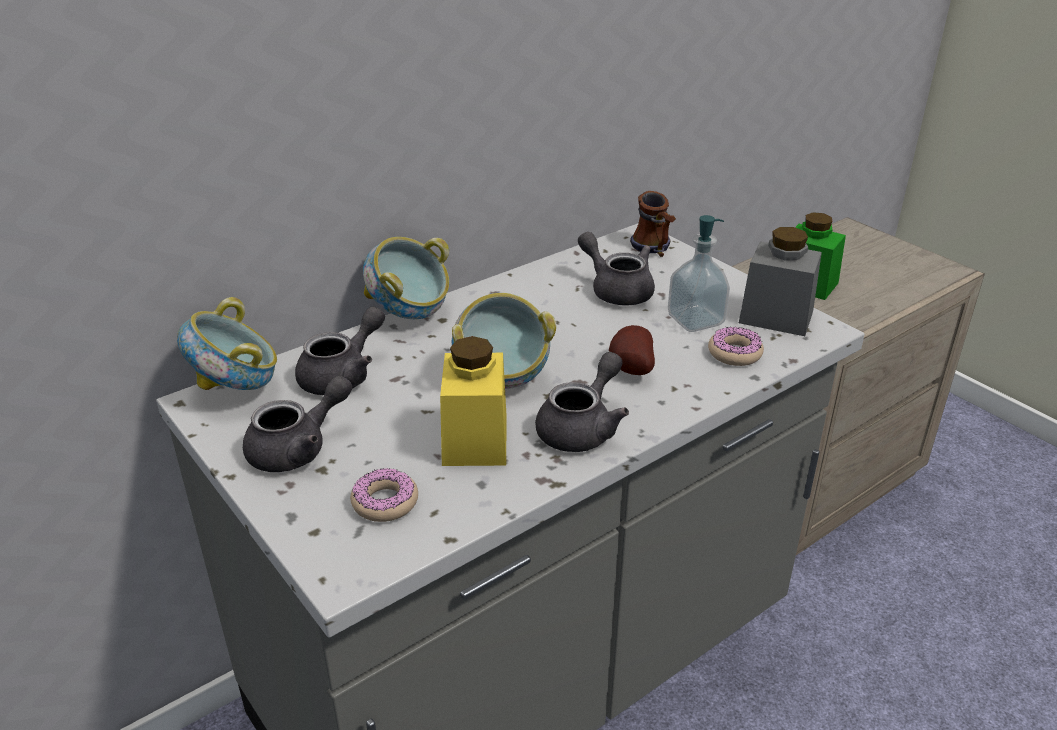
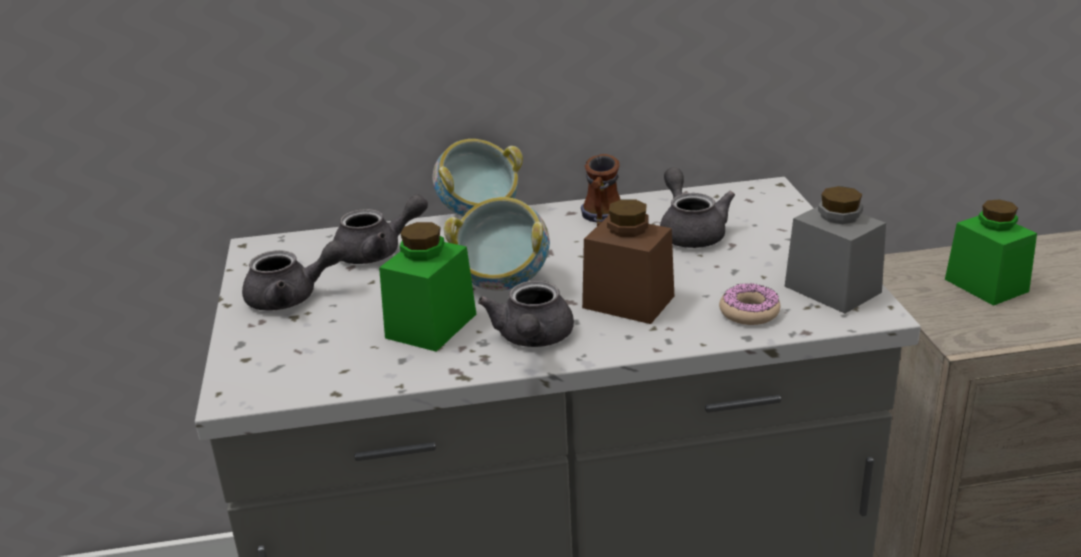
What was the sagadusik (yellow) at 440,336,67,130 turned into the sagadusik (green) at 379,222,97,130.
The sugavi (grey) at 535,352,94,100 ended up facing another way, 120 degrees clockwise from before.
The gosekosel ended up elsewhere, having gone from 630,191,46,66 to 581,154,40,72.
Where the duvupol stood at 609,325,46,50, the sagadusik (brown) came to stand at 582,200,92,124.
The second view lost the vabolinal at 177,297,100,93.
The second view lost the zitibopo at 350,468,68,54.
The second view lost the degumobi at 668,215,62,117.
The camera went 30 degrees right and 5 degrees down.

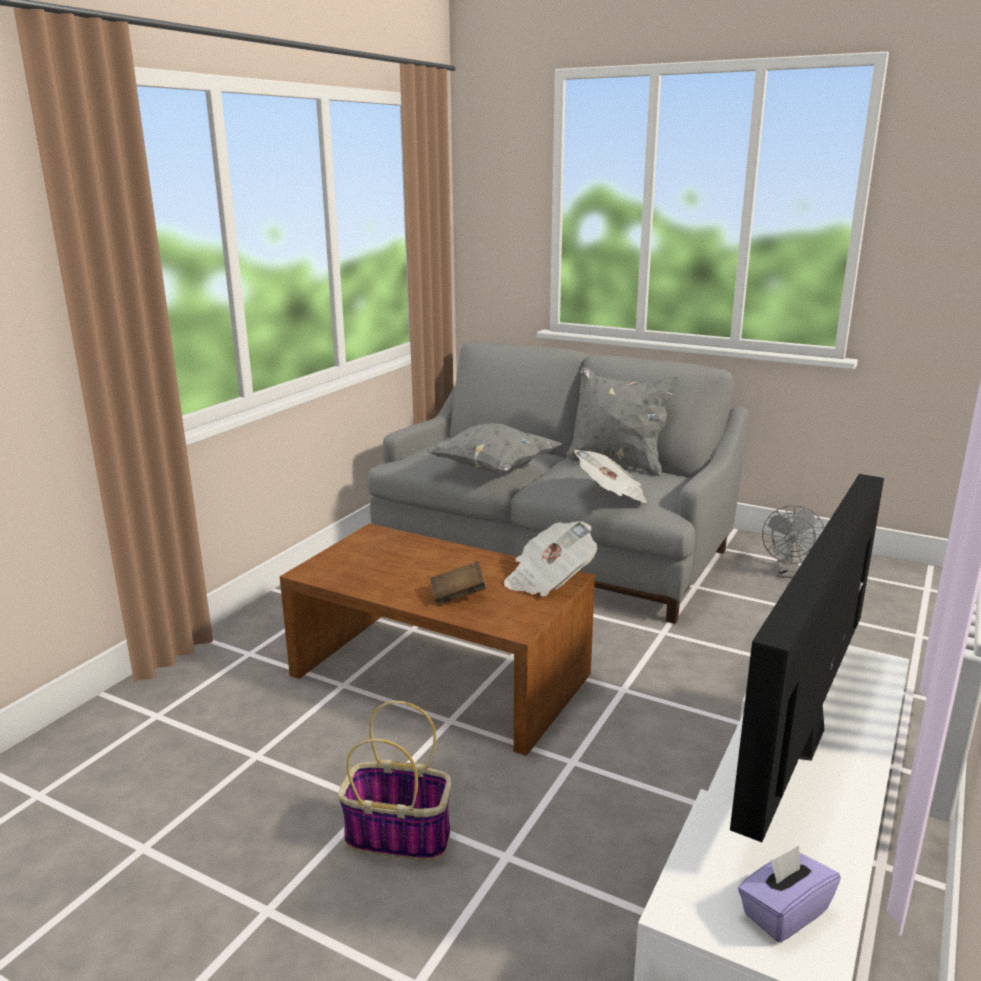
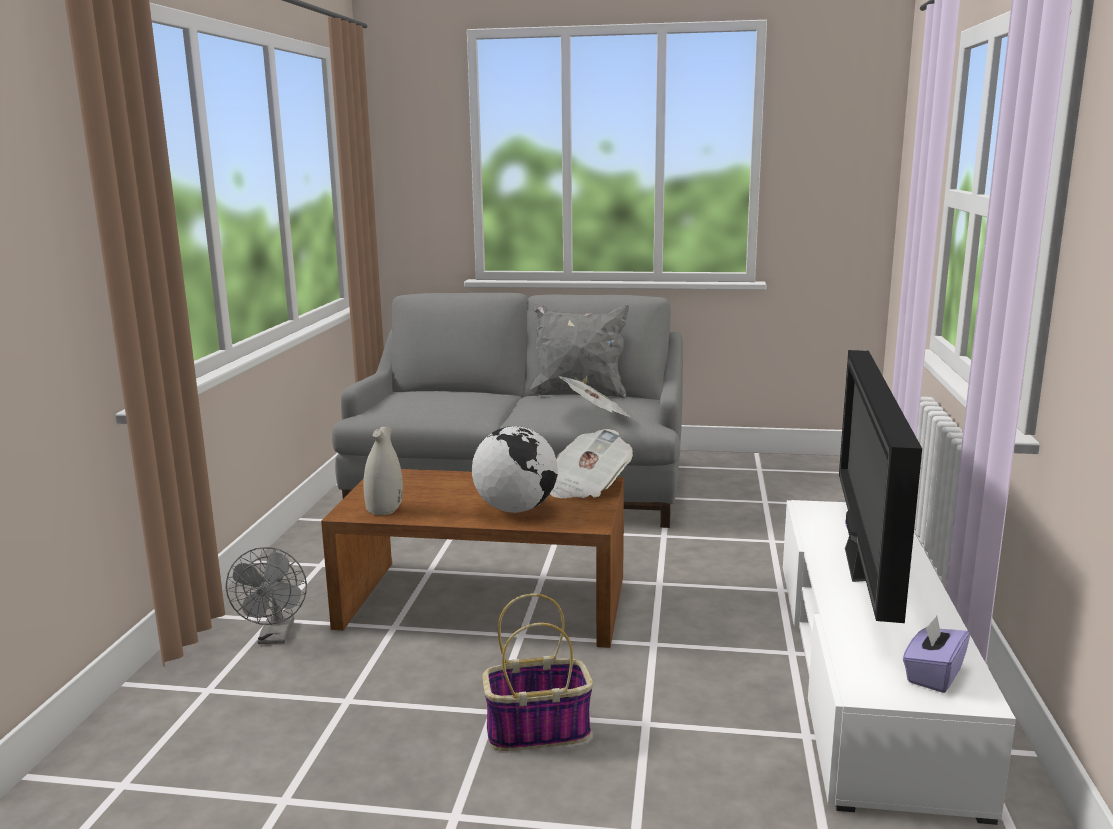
The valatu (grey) ended up elsewhere, having gone from 762,505,62,73 to 226,547,81,97.
The second view gained the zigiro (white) at 363,427,40,88.
Where the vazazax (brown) stood at 430,561,57,44, the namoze came to stand at 472,426,86,87.
The second view lost the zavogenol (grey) at 425,423,137,51.
The camera went 20 degrees left and 5 degrees down.

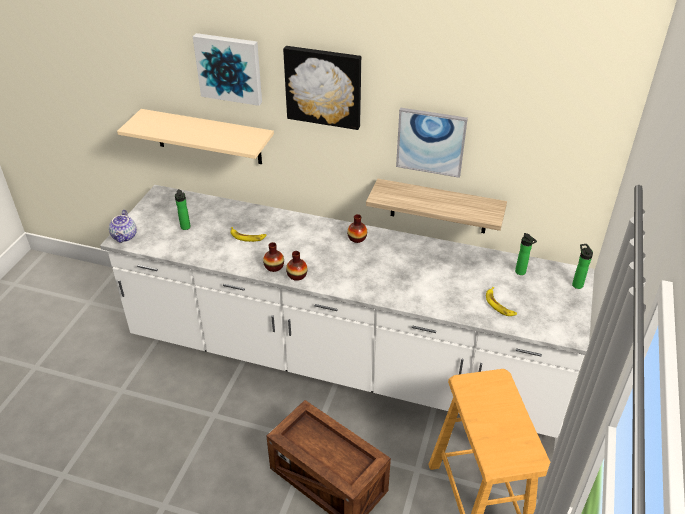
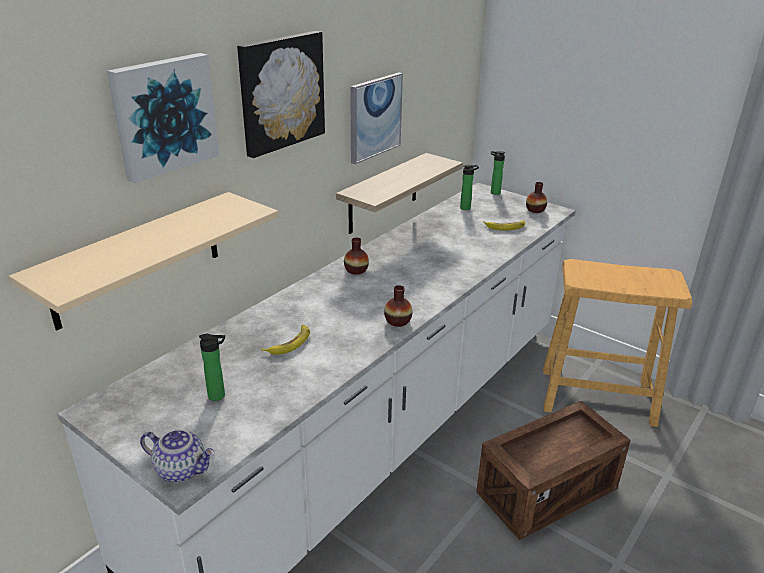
The zigiro ended up elsewhere, having gone from 263,242,21,30 to 526,182,21,31.
The camera went 70 degrees left and 10 degrees down.

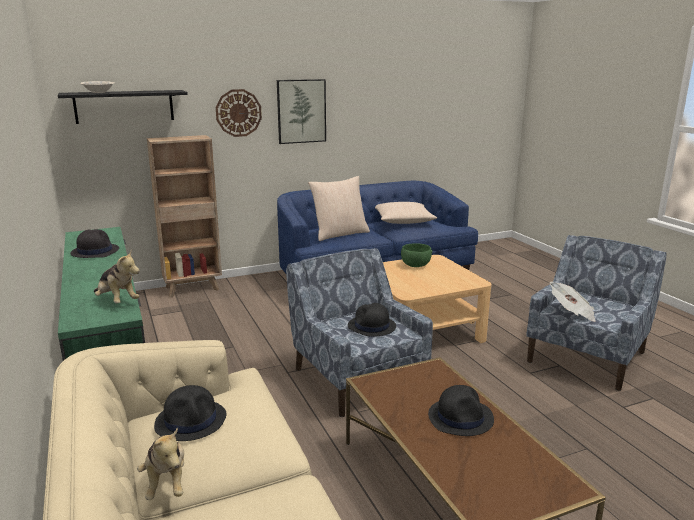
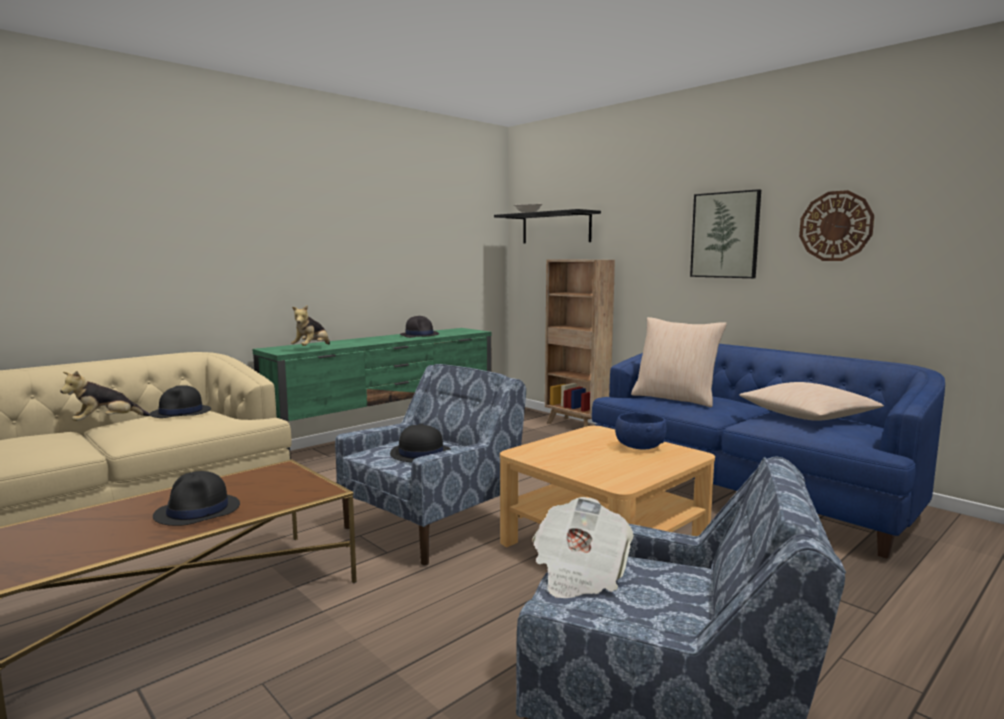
What was the vabolinal (green) at 401,243,32,24 turned into the vabolinal (blue) at 615,413,52,36.
The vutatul ended up elsewhere, having gone from 216,89,46,48 to 799,190,75,71.
The camera went 70 degrees right and 10 degrees down.

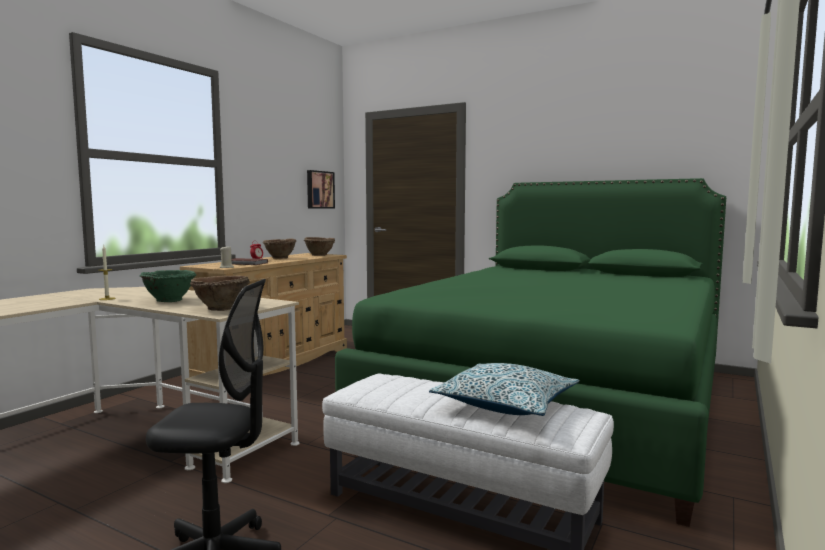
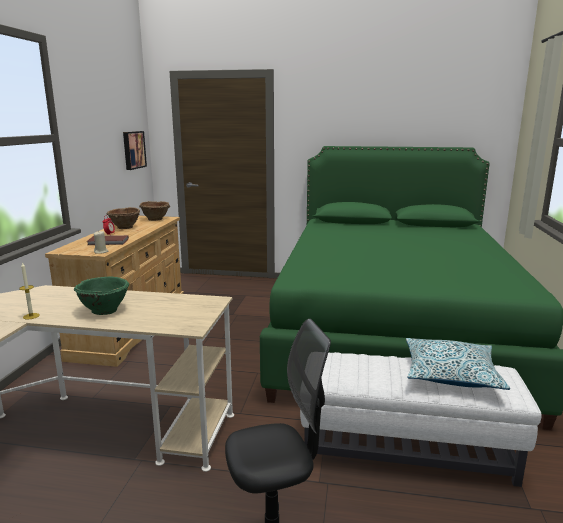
The second view lost the vabolinal (brown) at 190,276,60,35.
The camera went 20 degrees left and 10 degrees up.

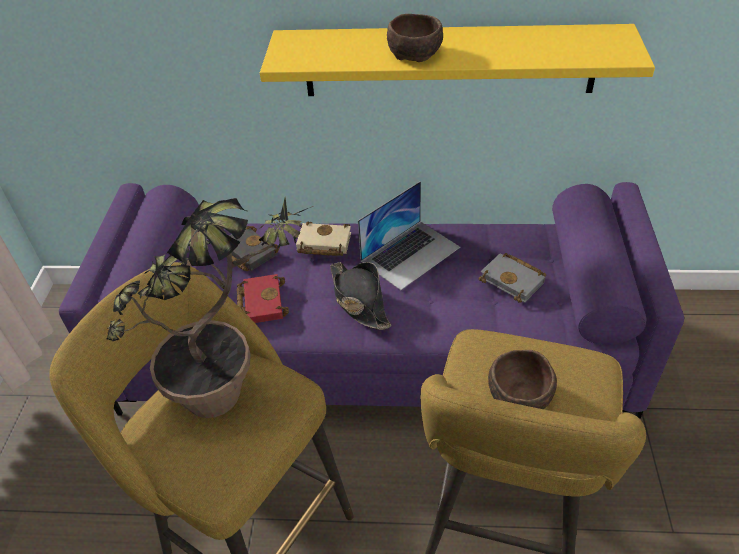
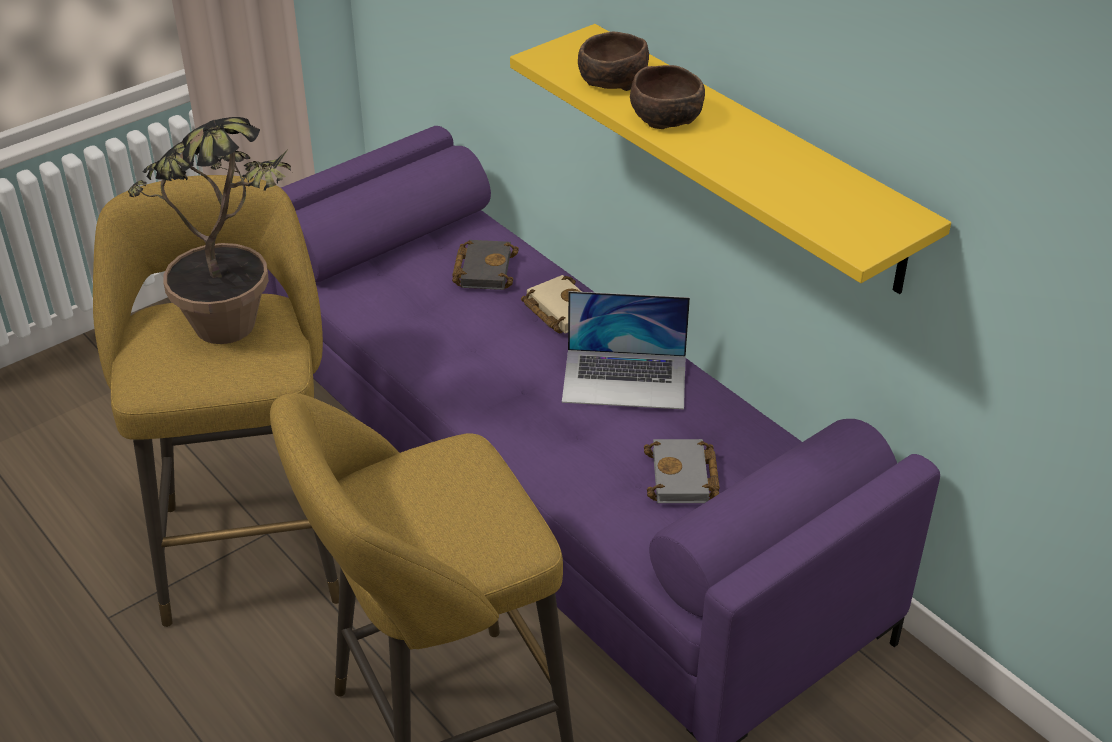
The vabolinal (brown) ended up elsewhere, having gone from 488,350,69,59 to 578,32,71,59.
The second view lost the vazazax (red) at 237,274,52,49.
The second view lost the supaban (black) at 330,262,61,68.
The camera went 45 degrees right and 5 degrees down.

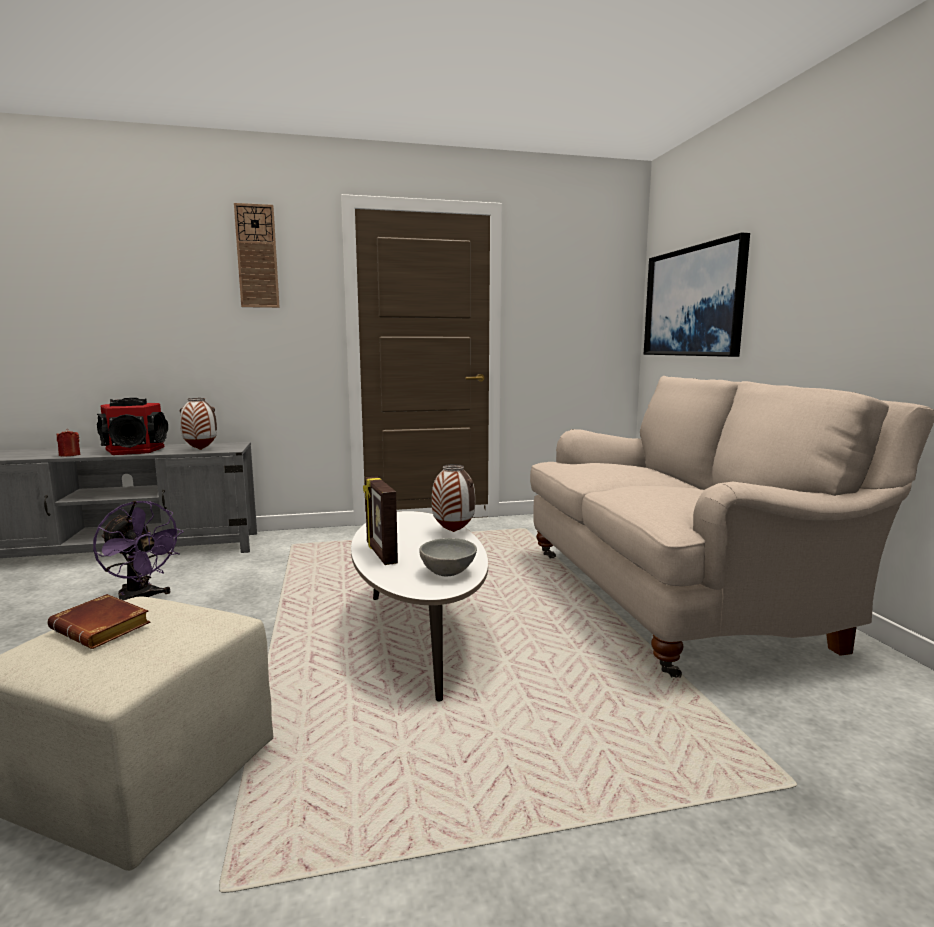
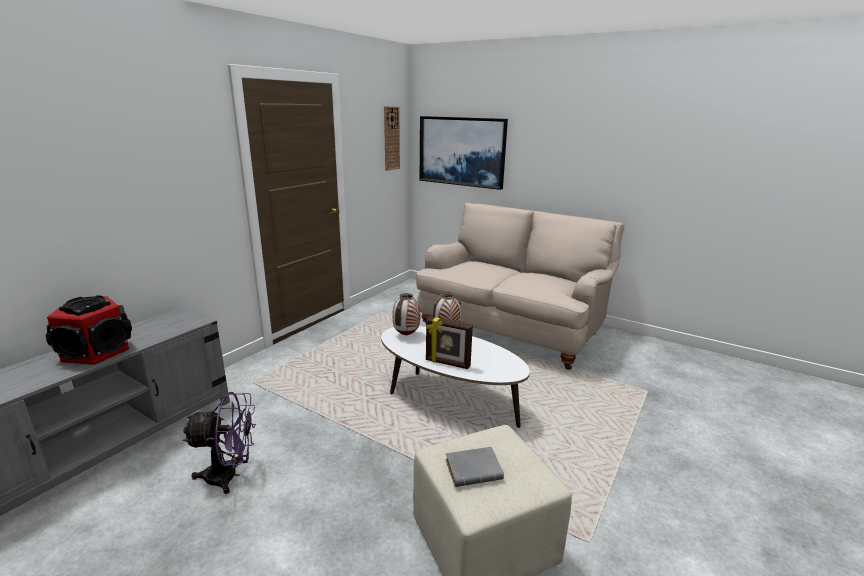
The vutatul ended up elsewhere, having gone from 234,203,46,105 to 384,106,16,65.
The zigiro ended up elsewhere, having gone from 180,398,37,52 to 392,293,28,43.
What was the vazazax (brown) at 47,594,103,55 turned into the vazazax (grey) at 445,447,59,40.
The second view lost the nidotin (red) at 57,429,23,28.
The second view lost the vabolinal (grey) at 420,538,57,38.
The camera went 45 degrees left and 10 degrees up.

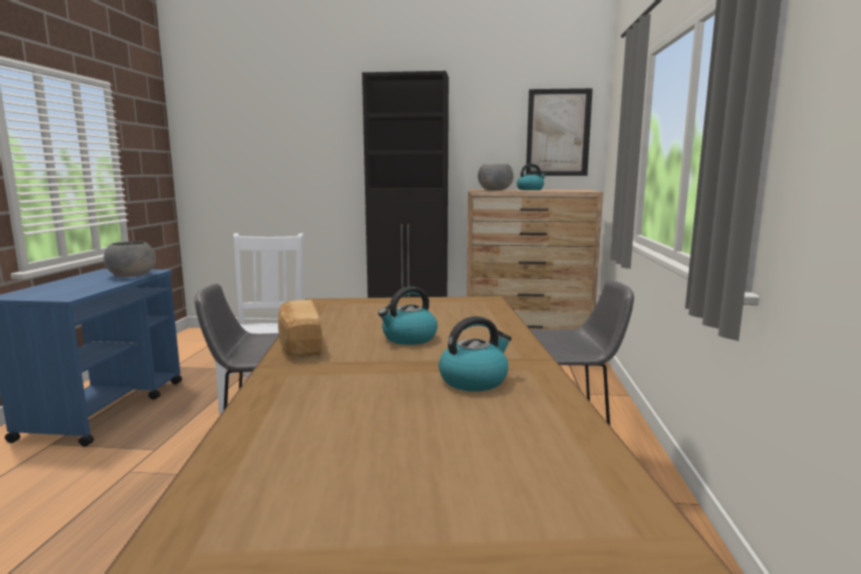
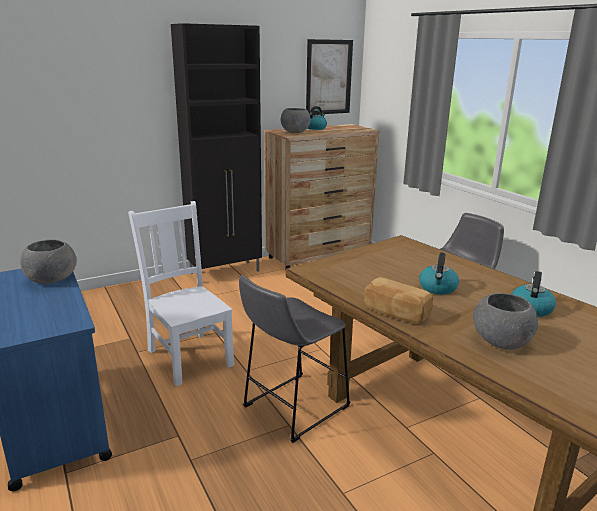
The second view gained the vabolinal (grey) at 473,293,65,57.
The camera went 35 degrees left and 10 degrees up.

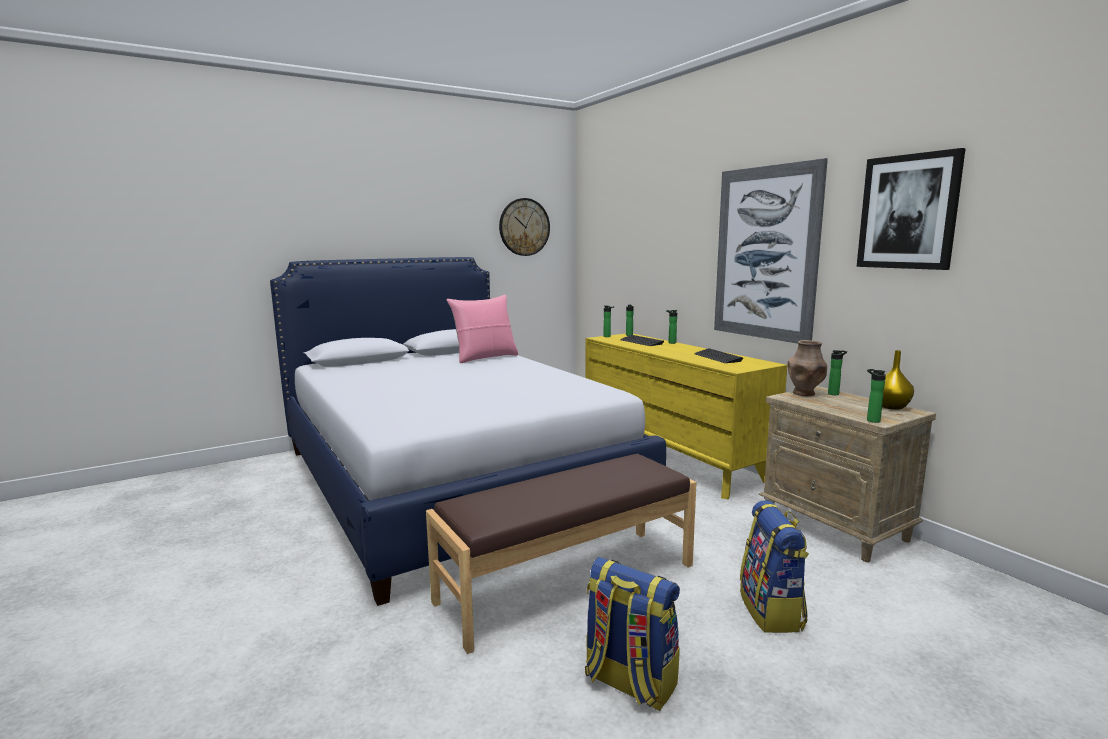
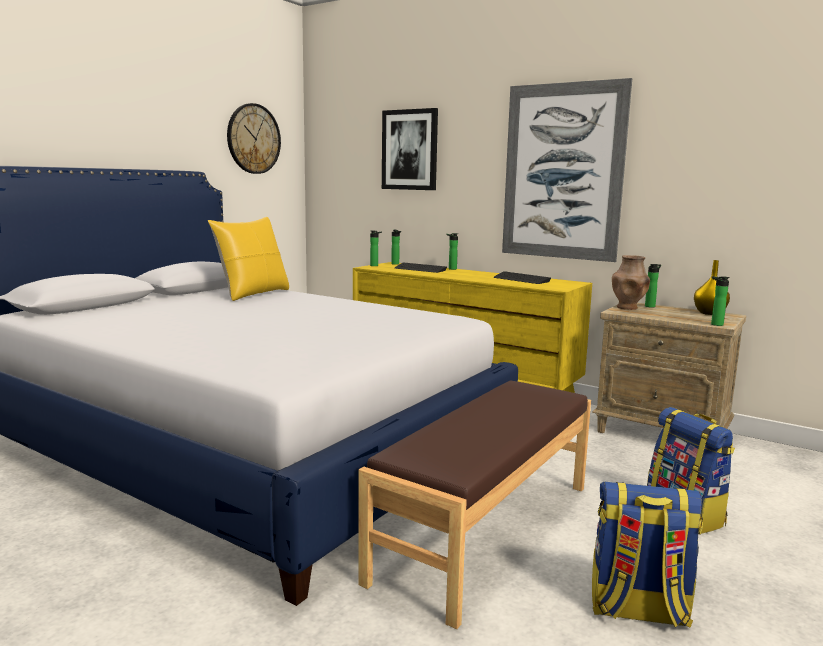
What was the zavogenol (pink) at 446,295,72,68 turned into the zavogenol (yellow) at 208,217,81,84.
The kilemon ended up elsewhere, having gone from 857,148,109,122 to 382,108,56,82.
The camera went 25 degrees left and 0 degrees up.

